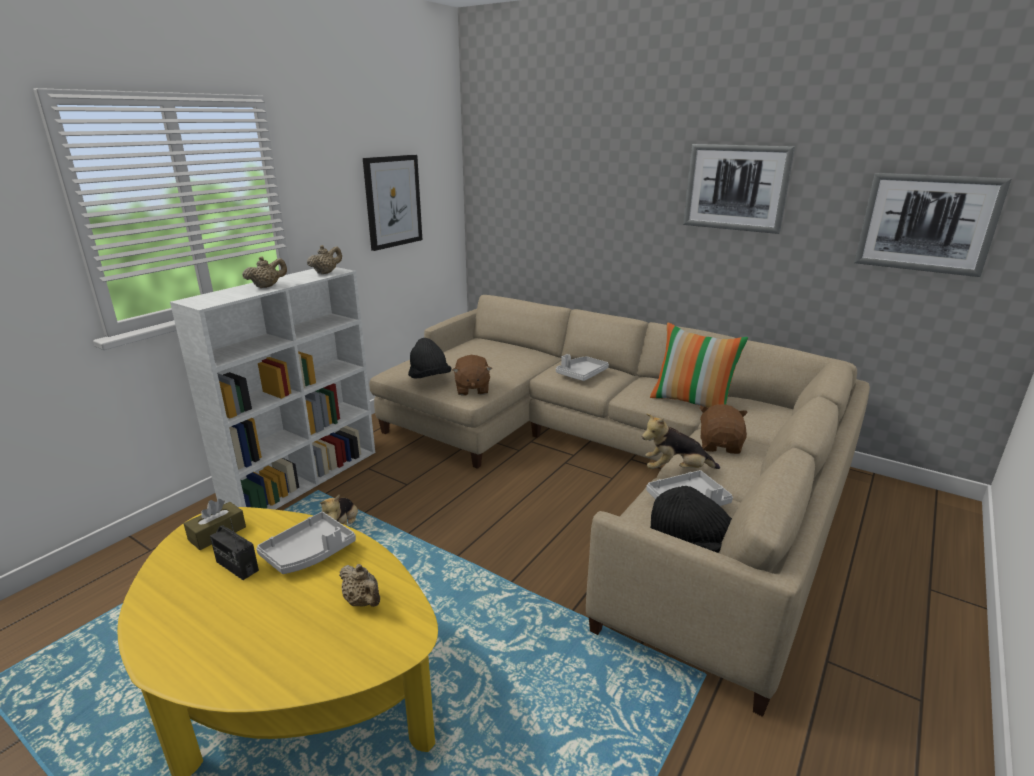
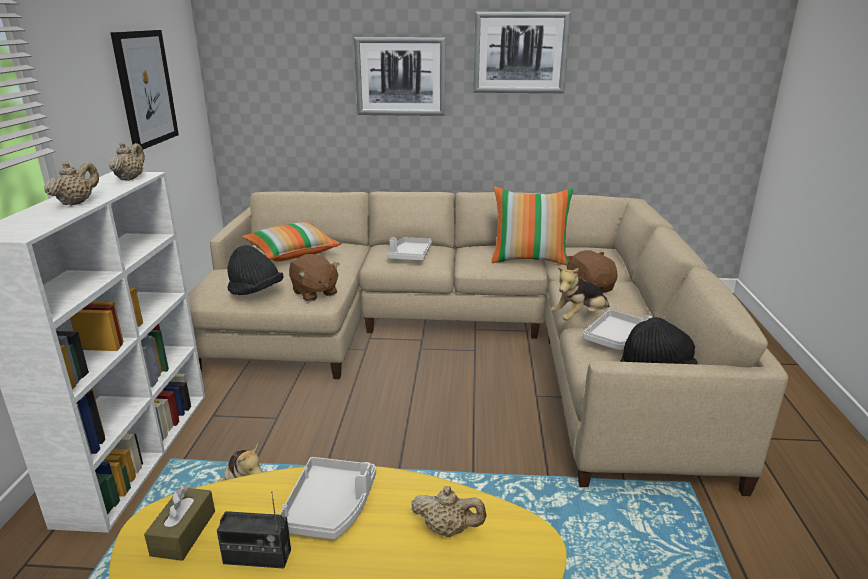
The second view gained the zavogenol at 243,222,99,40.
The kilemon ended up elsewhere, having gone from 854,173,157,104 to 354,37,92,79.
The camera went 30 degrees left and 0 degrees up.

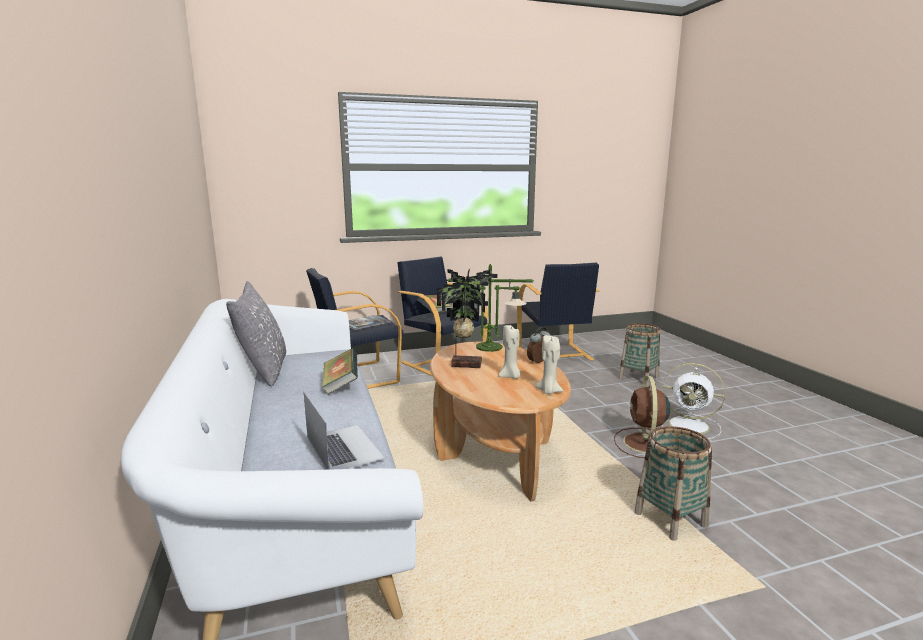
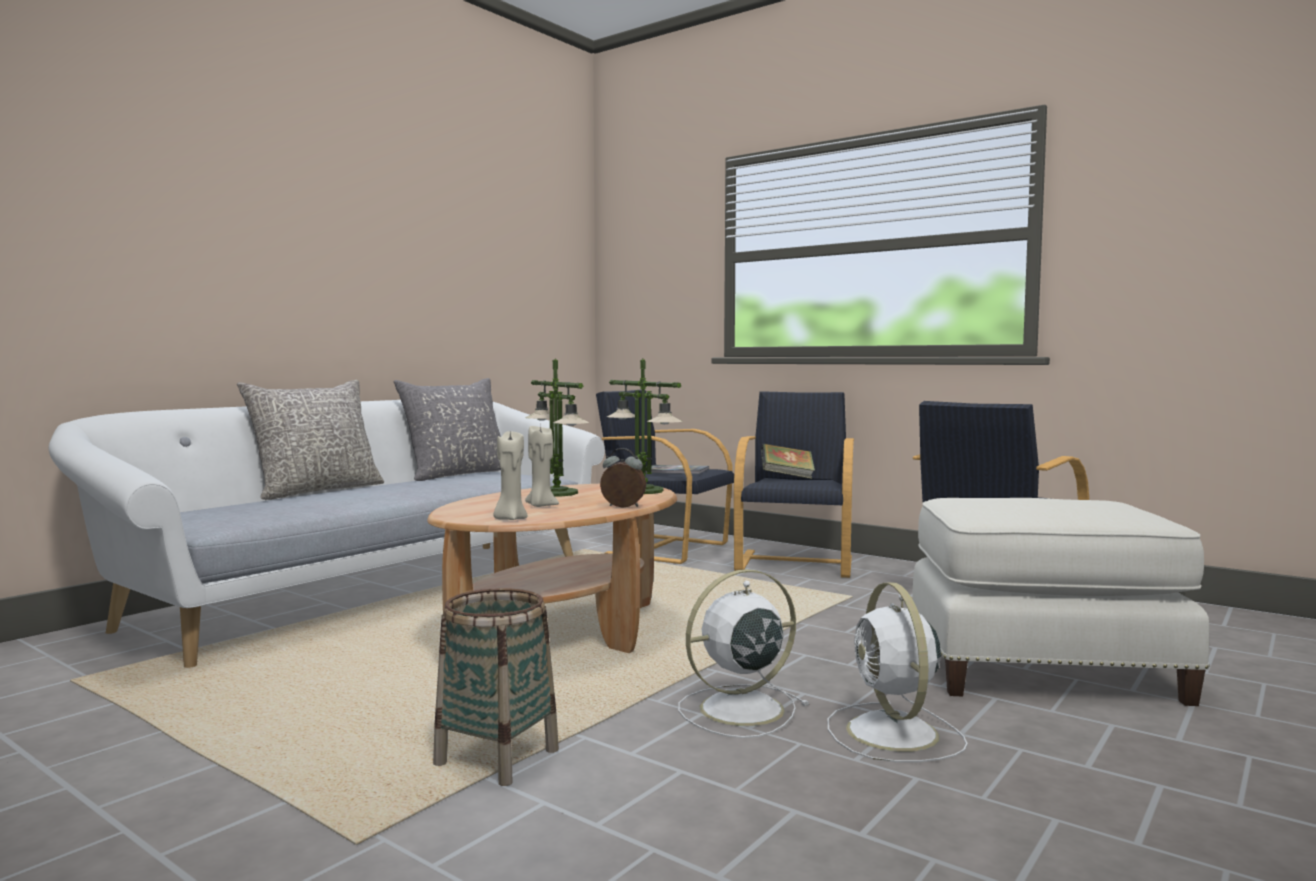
The second view gained the zavogenol (grey) at 237,380,147,120.
Where the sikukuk stood at 437,268,60,100, the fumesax came to stand at 525,358,64,139.
What was the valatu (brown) at 614,376,57,82 turned into the valatu (white) at 678,569,132,169.
Where the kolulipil stood at 619,323,42,63, the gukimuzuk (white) came to stand at 912,498,298,208.
The second view lost the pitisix at 304,392,81,78.
The second view lost the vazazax at 322,348,36,47.
The camera went 55 degrees right and 10 degrees down.

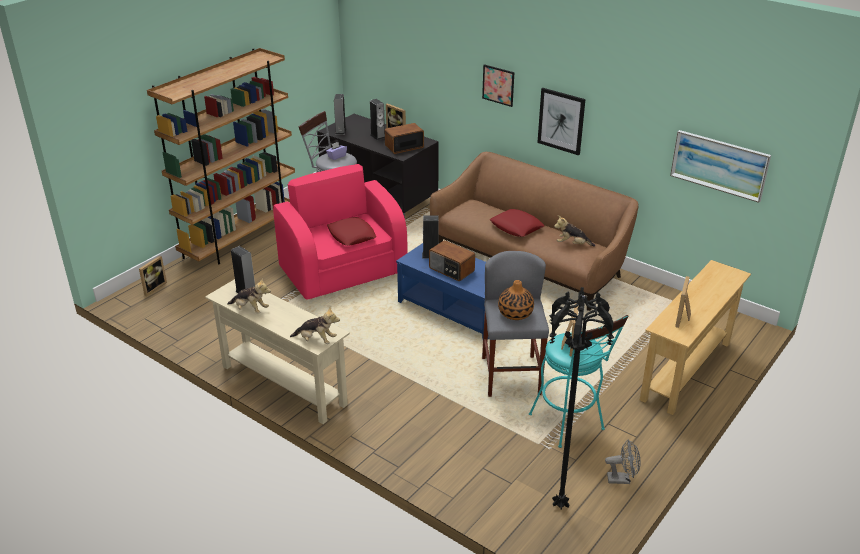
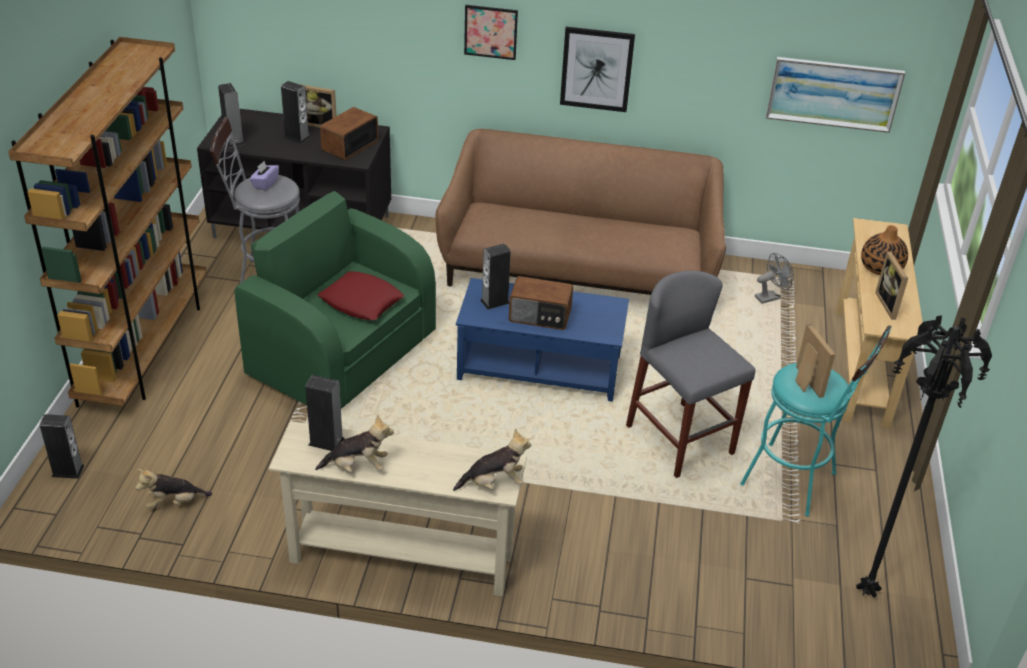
Where the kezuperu stood at 139,256,28,40, the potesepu came to stand at 40,414,45,65.
The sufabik ended up elsewhere, having gone from 554,215,41,31 to 135,469,77,39.
What was the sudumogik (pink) at 273,164,135,136 turned into the sudumogik (green) at 235,191,201,218.
The valatu (grey) ended up elsewhere, having gone from 605,439,36,45 to 755,253,39,51.
The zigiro ended up elsewhere, having gone from 498,280,36,40 to 861,225,47,50.
The second view lost the zavogenol (red) at 490,209,55,28.
The camera went 30 degrees left and 5 degrees up.

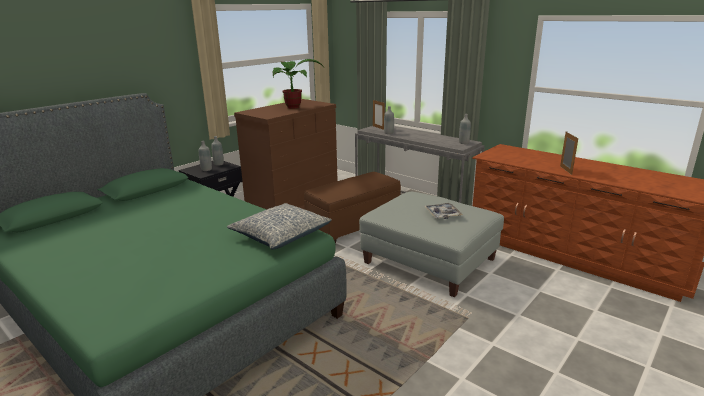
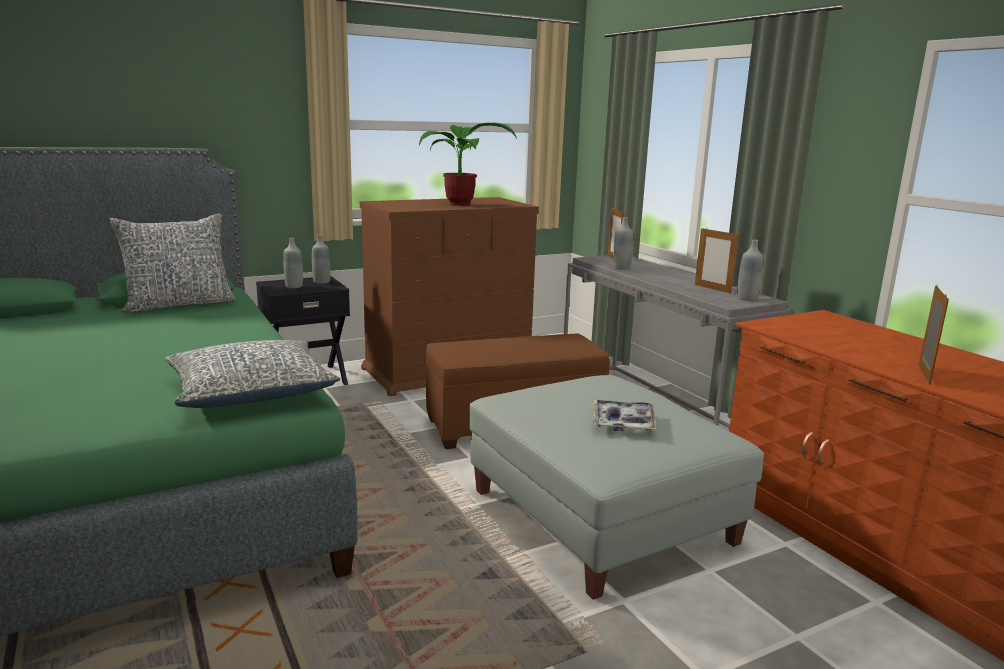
The second view gained the zavogenol at 109,213,127,100.
The second view gained the kezuperu at 695,227,44,67.
The camera went 20 degrees right and 5 degrees down.

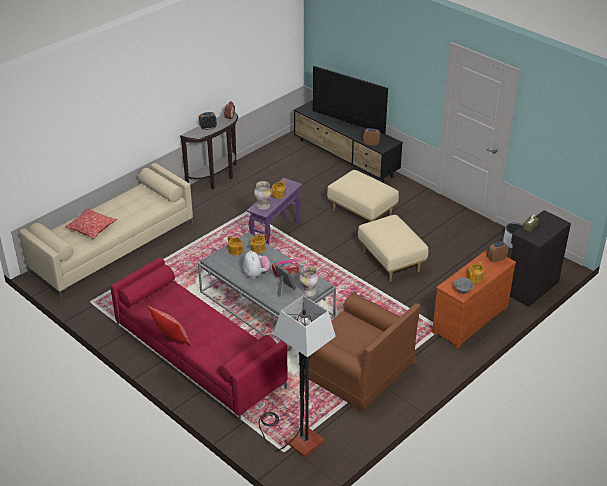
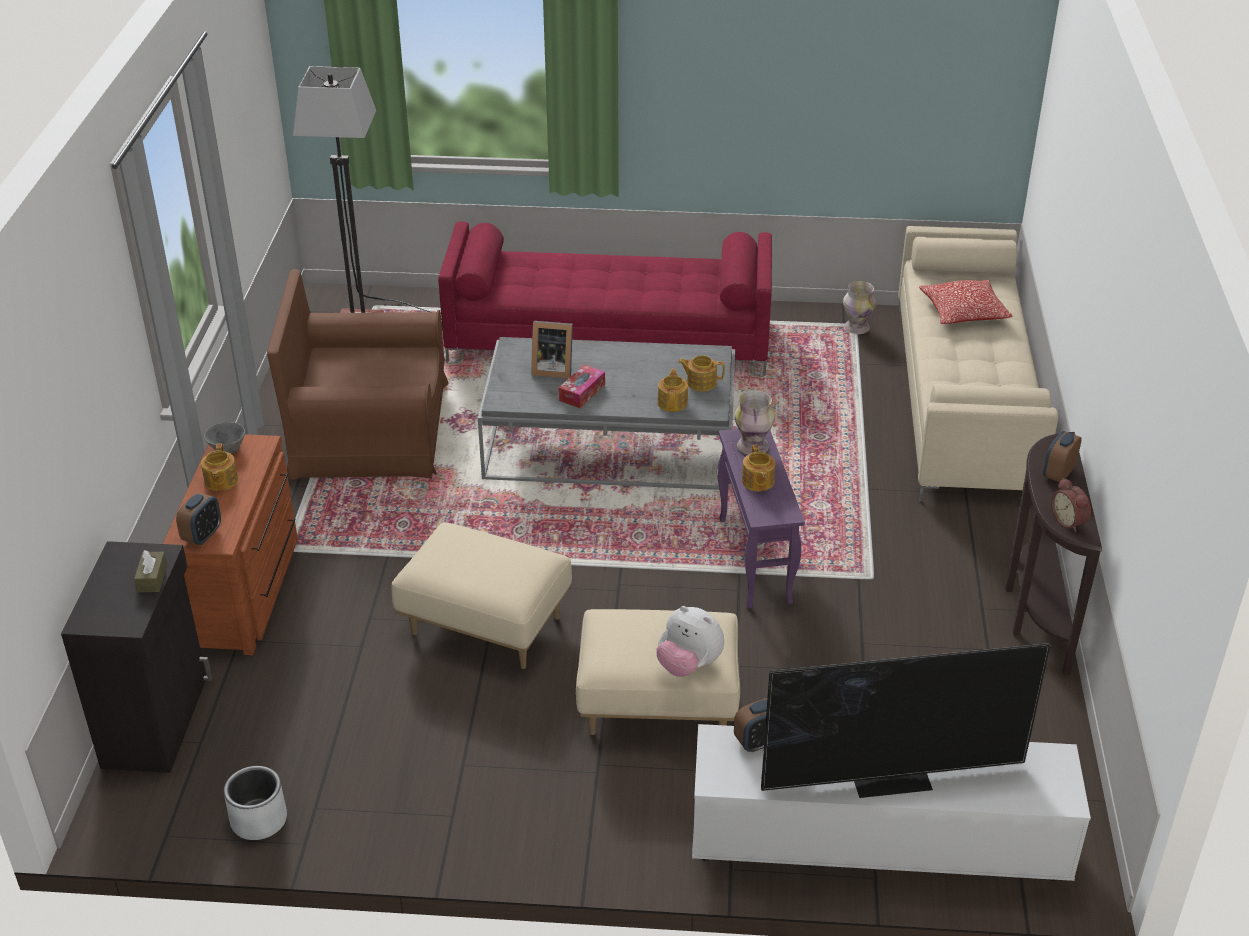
The sufabik ended up elsewhere, having gone from 243,250,28,28 to 656,606,68,71.
What was the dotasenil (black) at 294,100,109,83 turned into the dotasenil (white) at 692,724,399,158.
The zigiro ended up elsewhere, having gone from 299,266,20,31 to 843,281,33,53.
The second view lost the zavogenol at 148,306,44,40.
The camera went 140 degrees right and 0 degrees up.

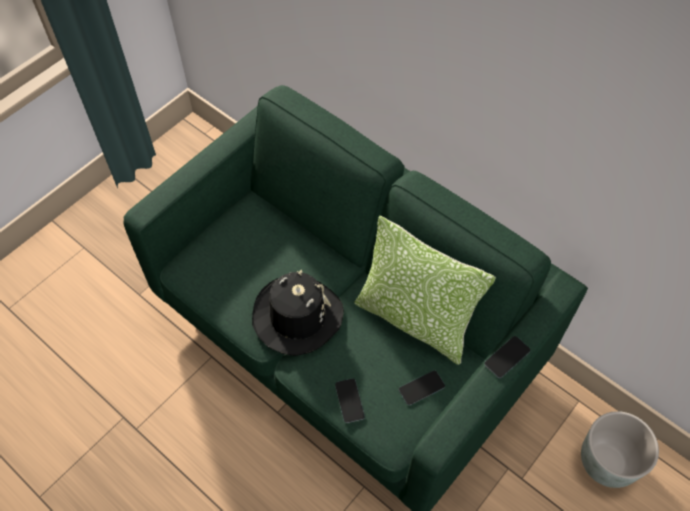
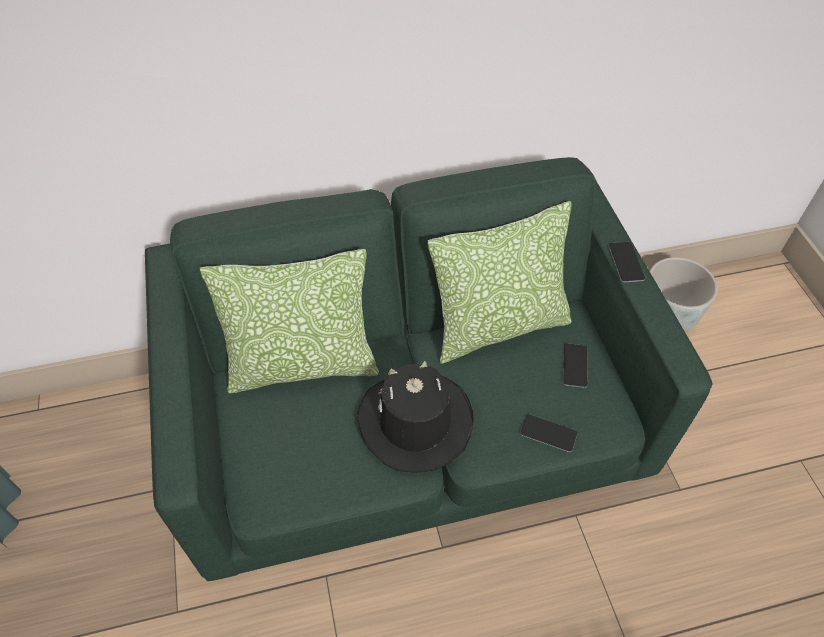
The second view gained the zavogenol at 200,249,179,145.
The camera went 55 degrees left and 5 degrees down.

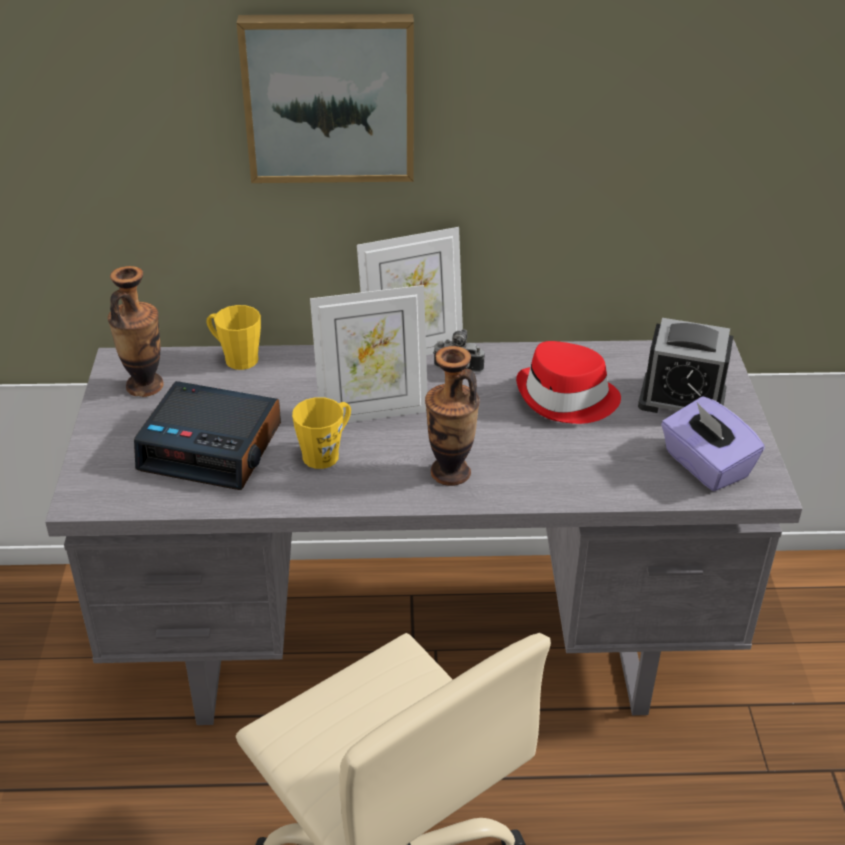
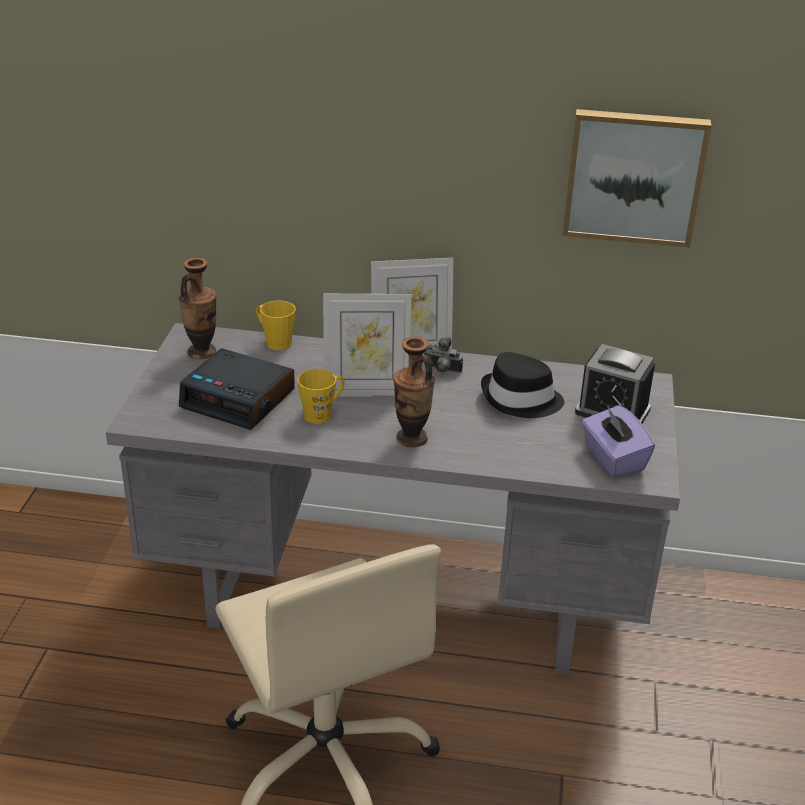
What was the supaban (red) at 516,341,105,83 turned into the supaban (black) at 481,352,83,66.
The kilemon ended up elsewhere, having gone from 236,14,178,169 to 562,109,150,139.
The camera went 10 degrees right and 5 degrees down.

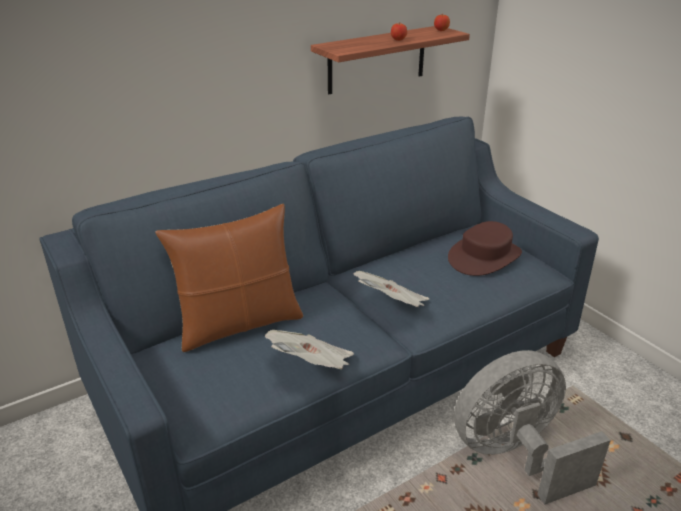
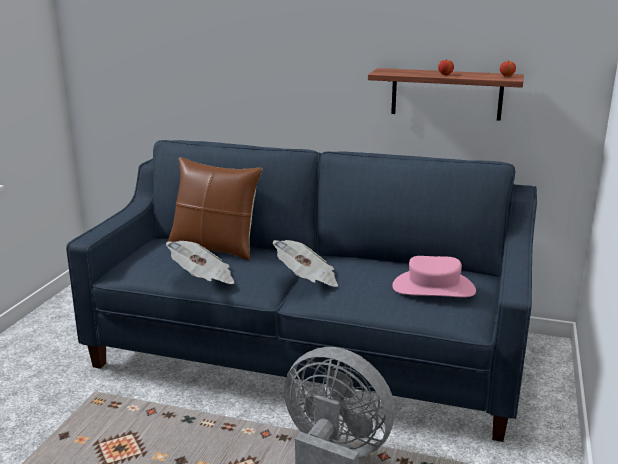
What was the supaban (brown) at 448,221,74,55 turned into the supaban (pink) at 392,256,84,41.
The camera went 50 degrees right and 10 degrees down.

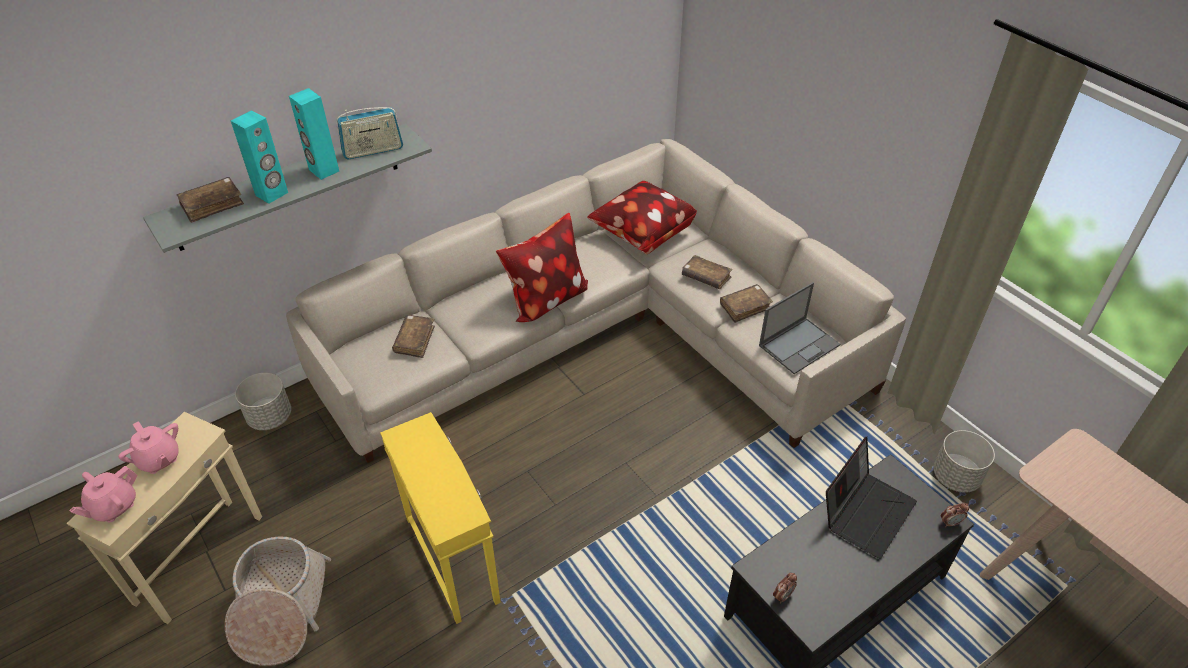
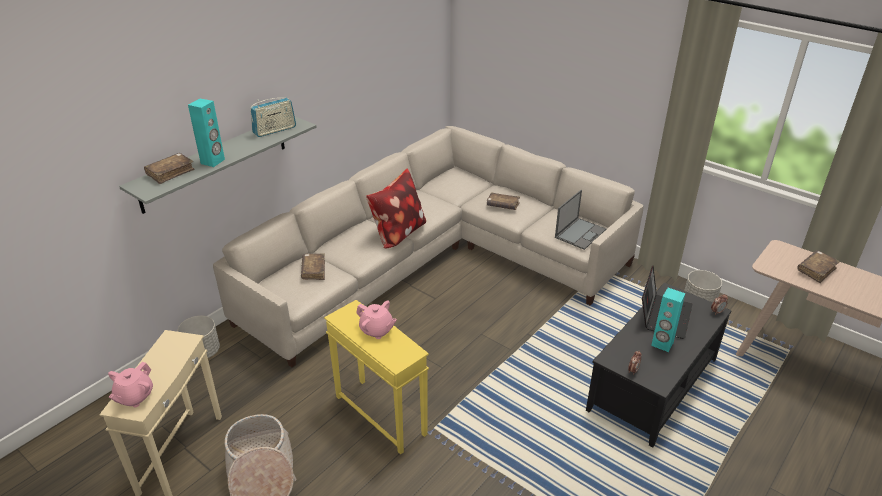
The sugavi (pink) ended up elsewhere, having gone from 118,421,61,53 to 356,300,41,39.
The potesepu (turquoise) ended up elsewhere, having gone from 289,88,50,92 to 651,288,34,64.
The vazazax (brown) ended up elsewhere, having gone from 720,284,53,39 to 797,251,43,32.
The second view lost the zavogenol at 587,181,110,73.
The camera went 15 degrees left and 10 degrees down.

